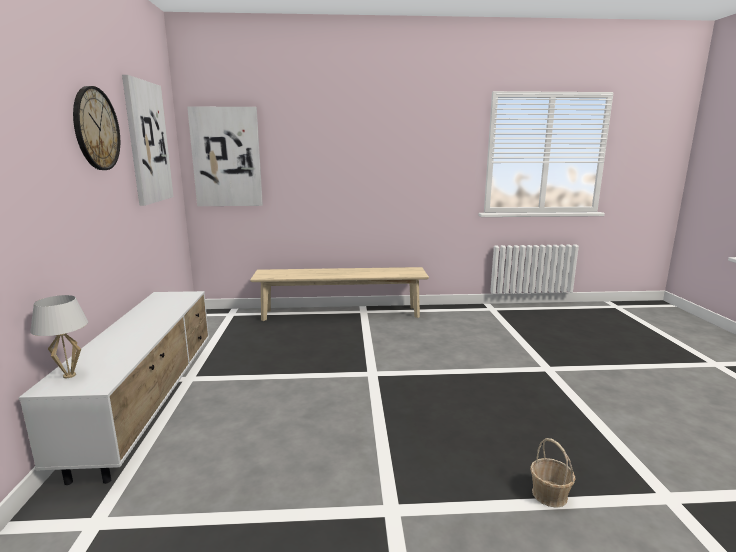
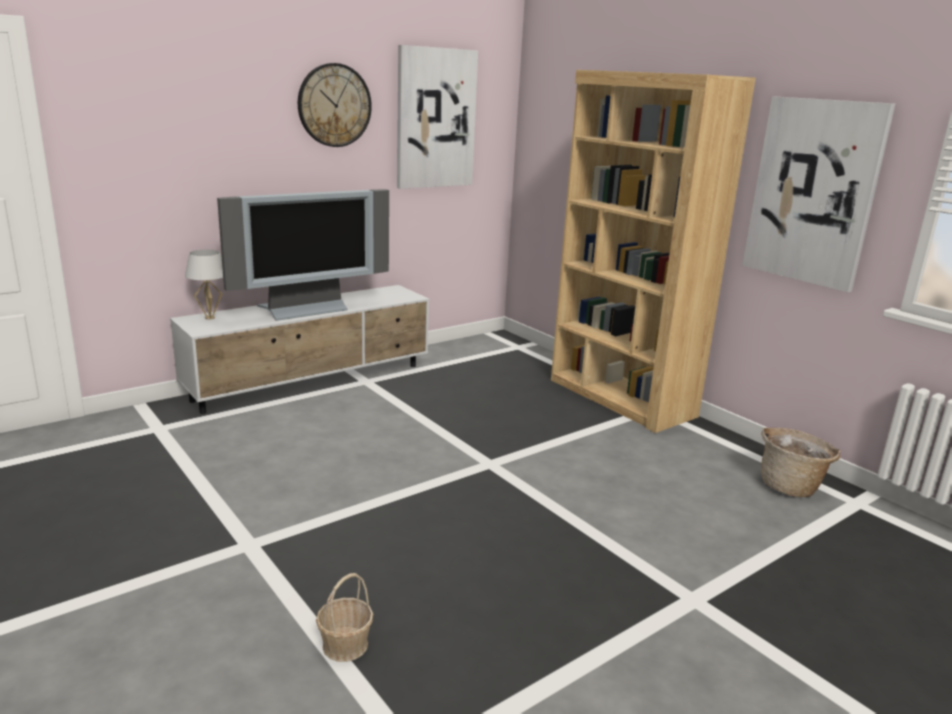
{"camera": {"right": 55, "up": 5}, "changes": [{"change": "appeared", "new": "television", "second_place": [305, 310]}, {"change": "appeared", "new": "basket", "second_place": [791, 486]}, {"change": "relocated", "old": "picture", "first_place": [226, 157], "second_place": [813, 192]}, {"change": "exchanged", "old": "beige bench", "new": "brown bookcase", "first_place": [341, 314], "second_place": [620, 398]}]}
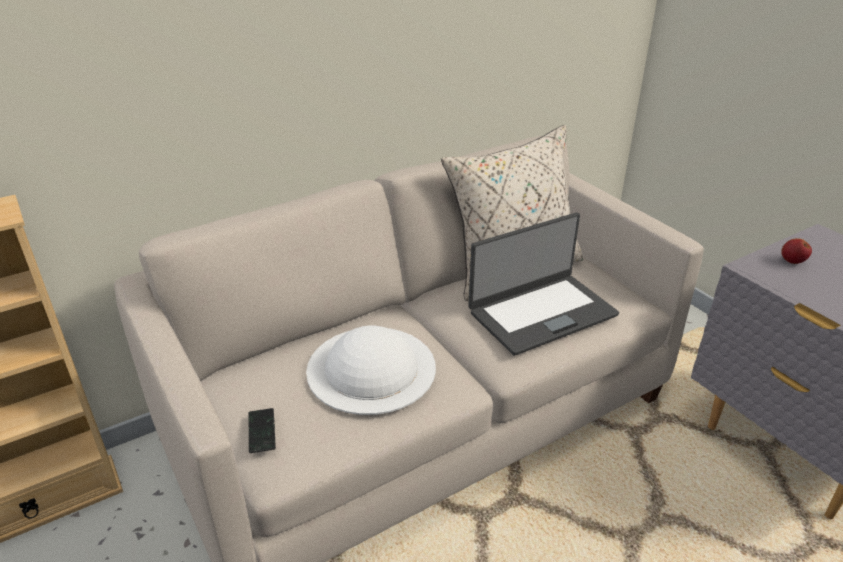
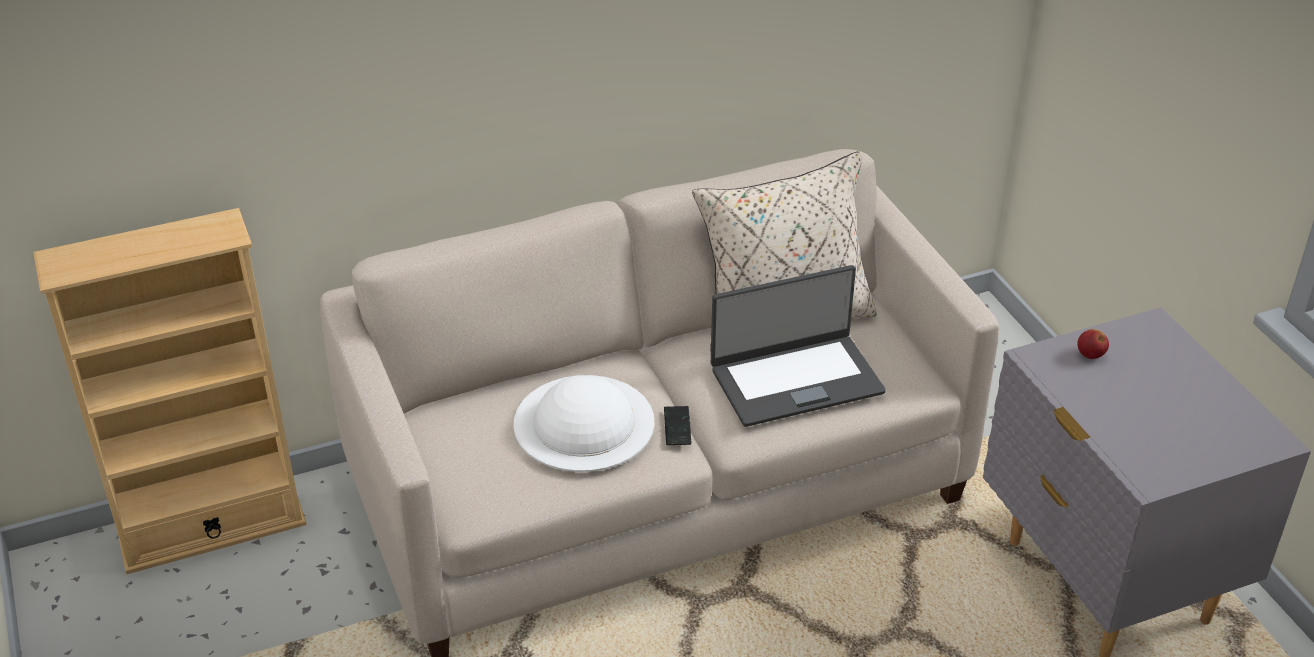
{"camera": {"right": 10, "up": 5}, "changes": [{"change": "relocated", "old": "phone", "first_place": [262, 431], "second_place": [677, 427]}]}
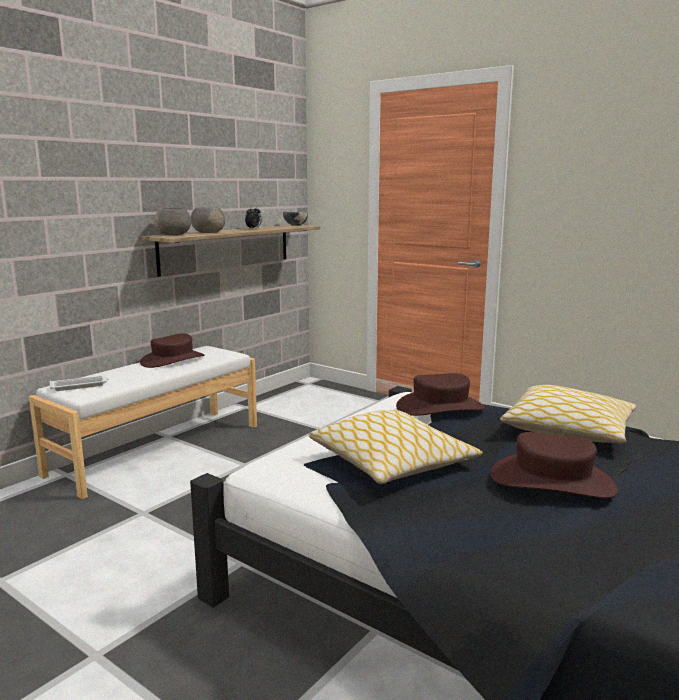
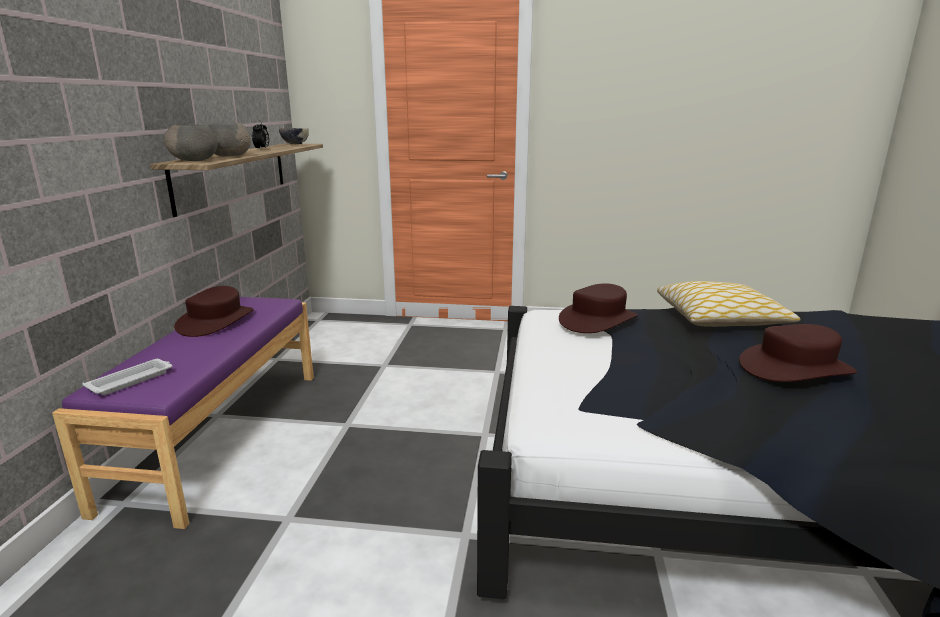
{"camera": {"right": -30, "up": 5}, "changes": [{"change": "missing", "old": "pillow", "first_place": [392, 463]}, {"change": "colour", "old": "white bench", "new": "purple bench", "first_place": [157, 449], "second_place": [220, 434]}]}
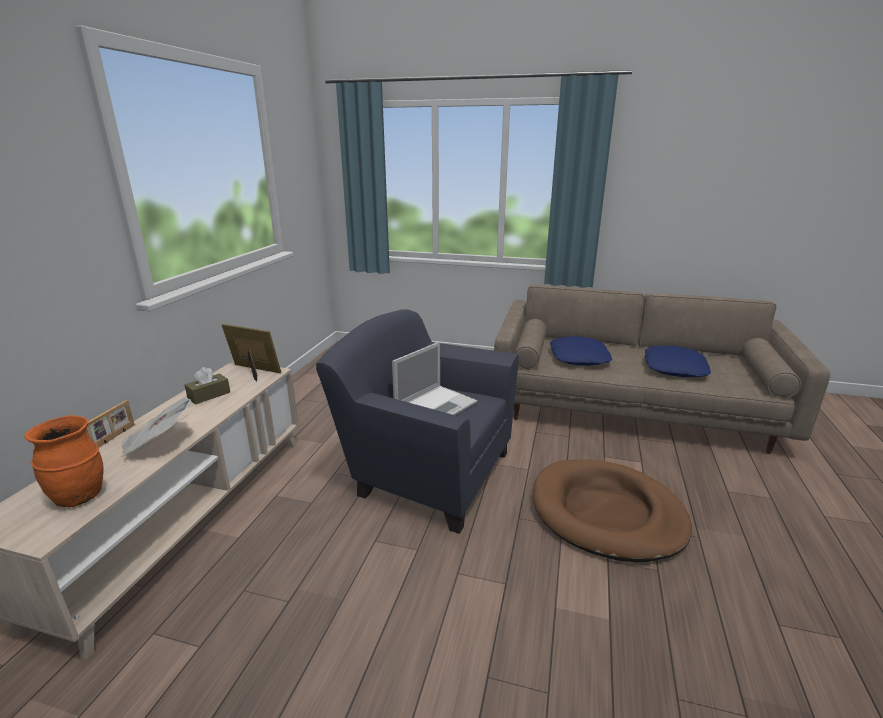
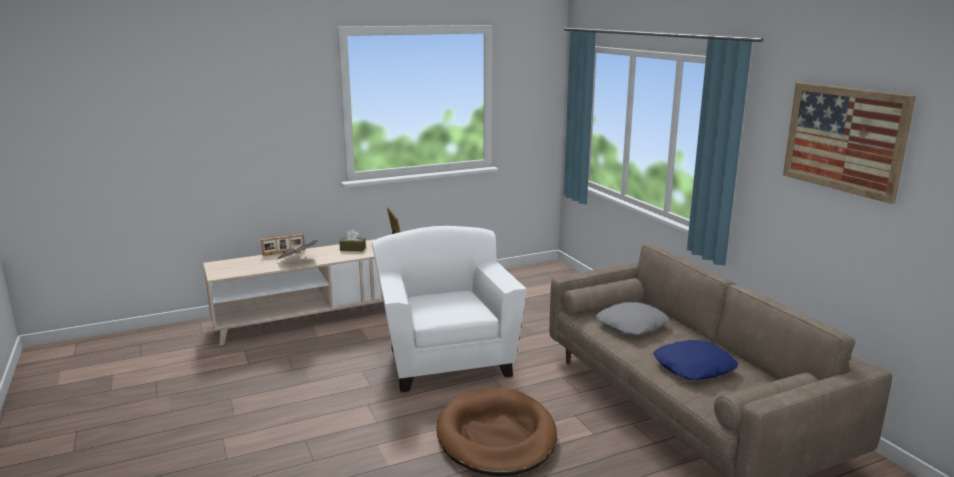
{"camera": {"right": 50, "up": -5}, "changes": [{"change": "missing", "old": "orange vase", "first_place": [80, 496]}, {"change": "missing", "old": "laptop", "first_place": [436, 405]}, {"change": "appeared", "new": "picture", "second_place": [844, 139]}, {"change": "colour", "old": "blue armchair", "new": "white armchair", "first_place": [427, 472], "second_place": [445, 359]}, {"change": "colour", "old": "blue pillow", "new": "grey pillow", "first_place": [579, 358], "second_place": [632, 325]}]}
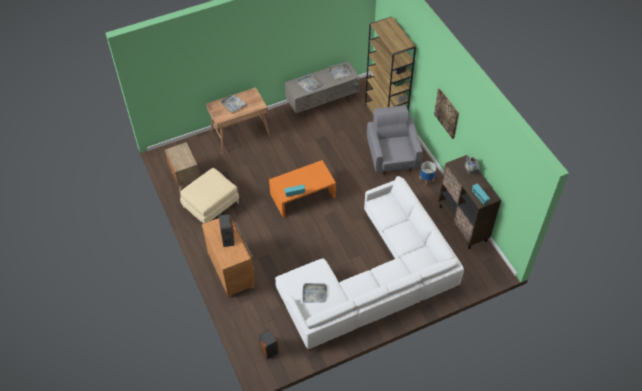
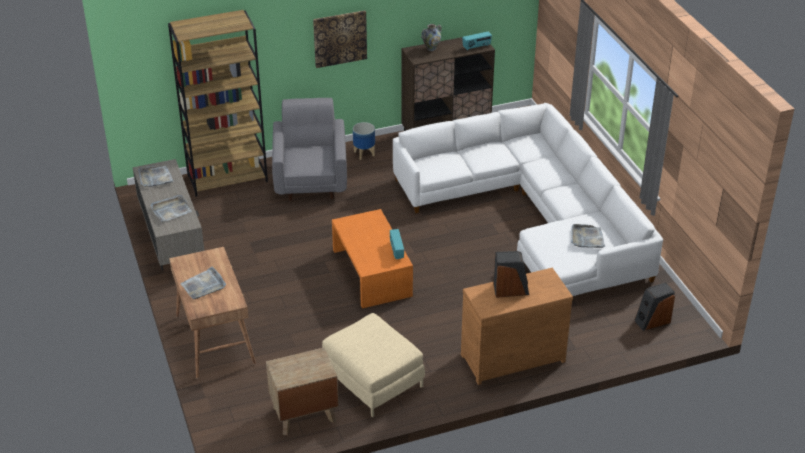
{"camera": {"right": -85, "up": -15}, "changes": [{"change": "spun", "old": "grey armchair", "first_place": [392, 156], "second_place": [311, 179], "degrees": 90}]}
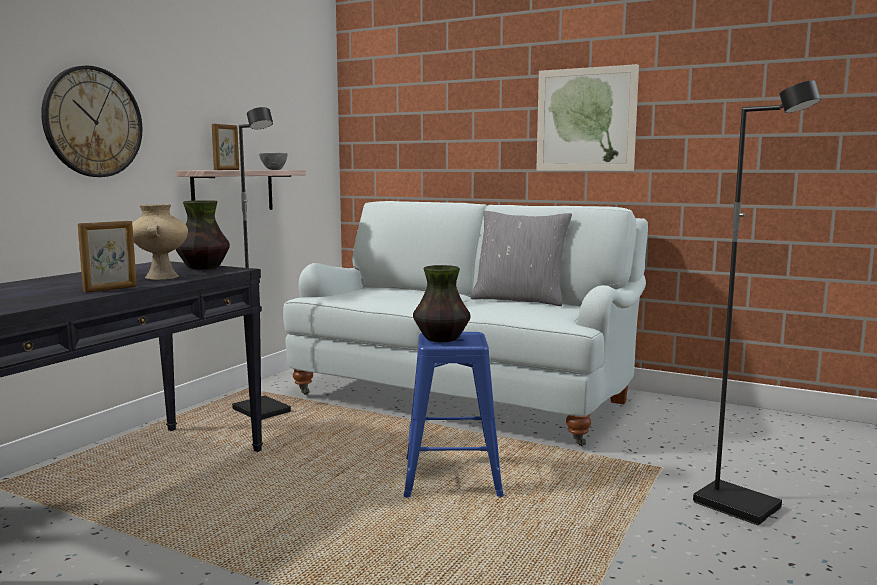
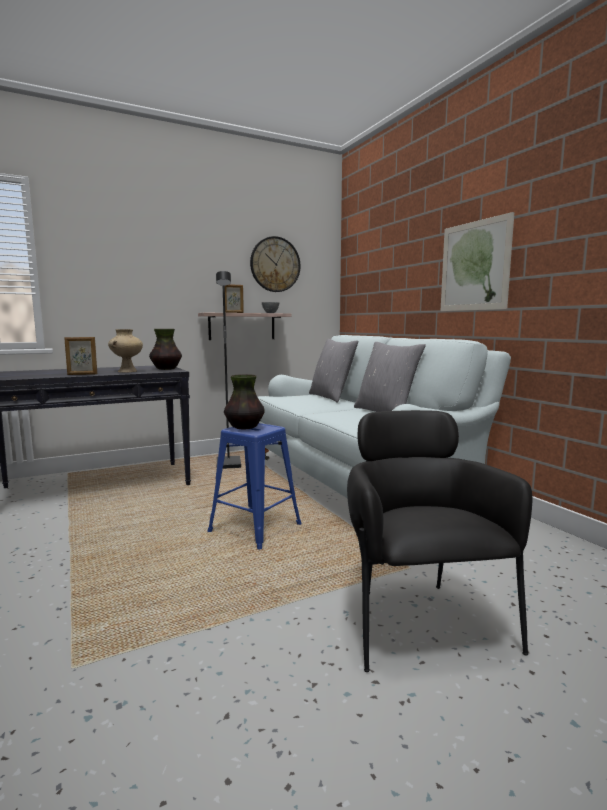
{"camera": {"right": 35, "up": 0}, "changes": [{"change": "appeared", "new": "grey pillow", "second_place": [331, 397]}, {"change": "relocated", "old": "wall clock", "first_place": [93, 122], "second_place": [275, 264]}, {"change": "exchanged", "old": "black floor lamp", "new": "black armchair", "first_place": [738, 505], "second_place": [420, 618]}]}
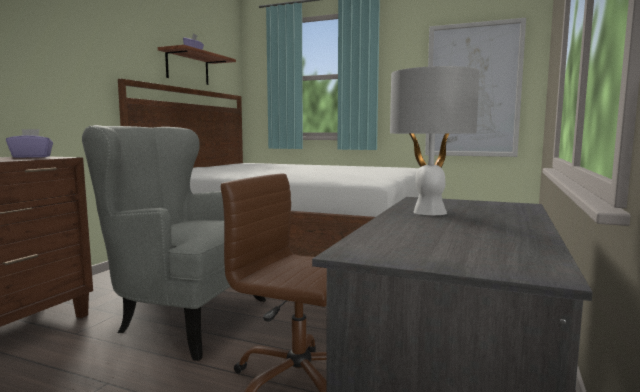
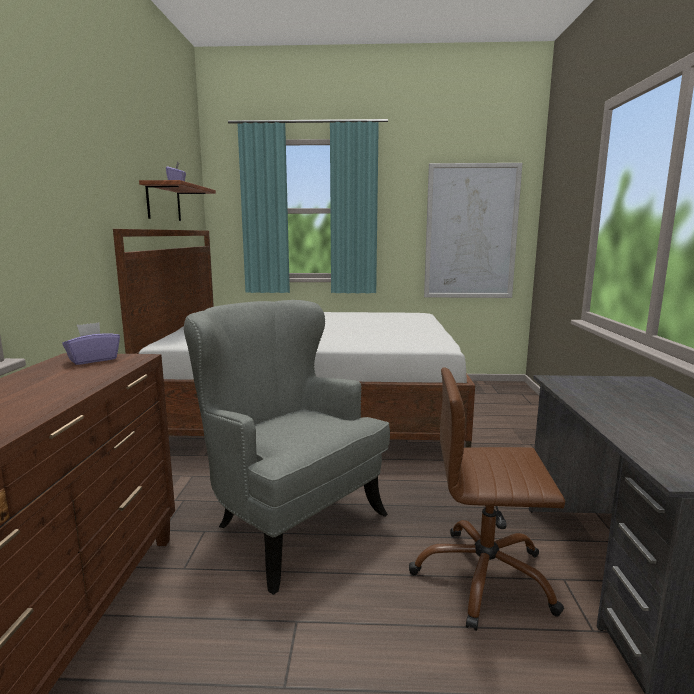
{"camera": {"right": -20, "up": 5}, "changes": [{"change": "missing", "old": "grey table lamp", "first_place": [429, 212]}, {"change": "spun", "old": "grey armchair", "first_place": [184, 318], "second_place": [288, 522], "degrees": 45}]}
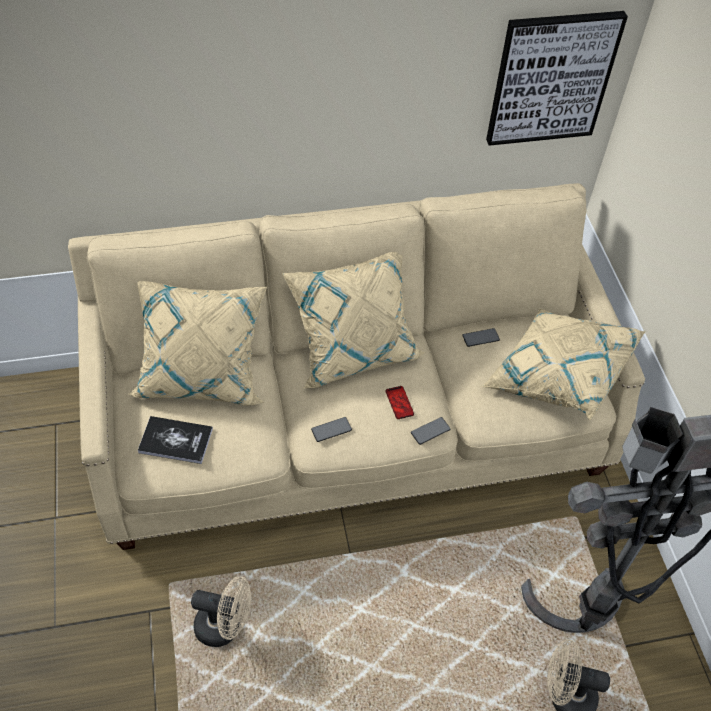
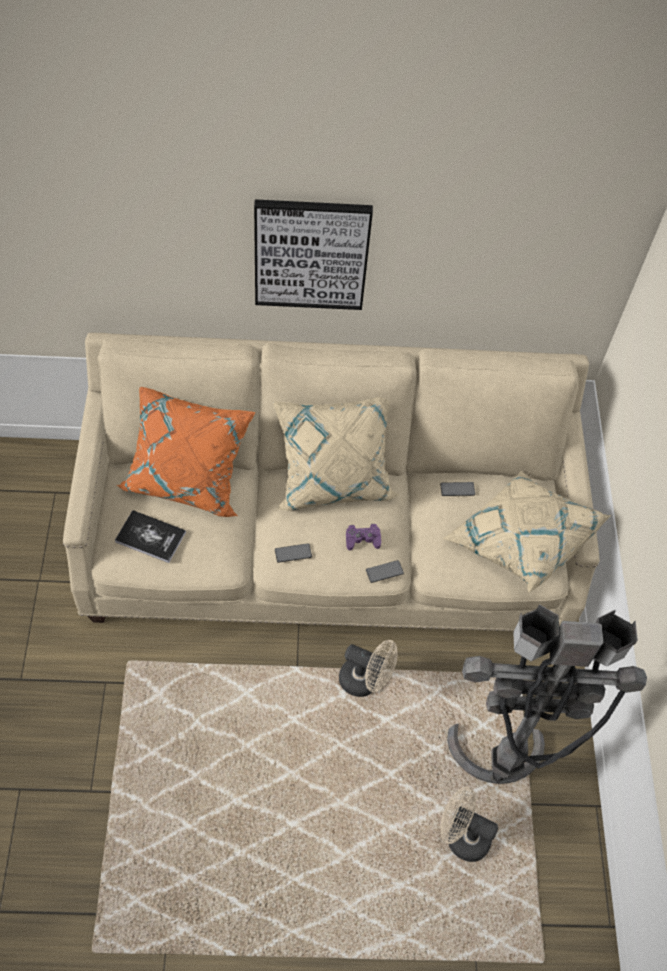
{"camera": {"right": 10, "up": 5}, "changes": [{"change": "relocated", "old": "beige fan", "first_place": [225, 627], "second_place": [365, 681]}, {"change": "relocated", "old": "picture", "first_place": [551, 78], "second_place": [311, 254]}, {"change": "exchanged", "old": "phone", "new": "purple game controller", "first_place": [399, 403], "second_place": [362, 539]}, {"change": "colour", "old": "beige pillow", "new": "orange pillow", "first_place": [202, 375], "second_place": [188, 479]}]}
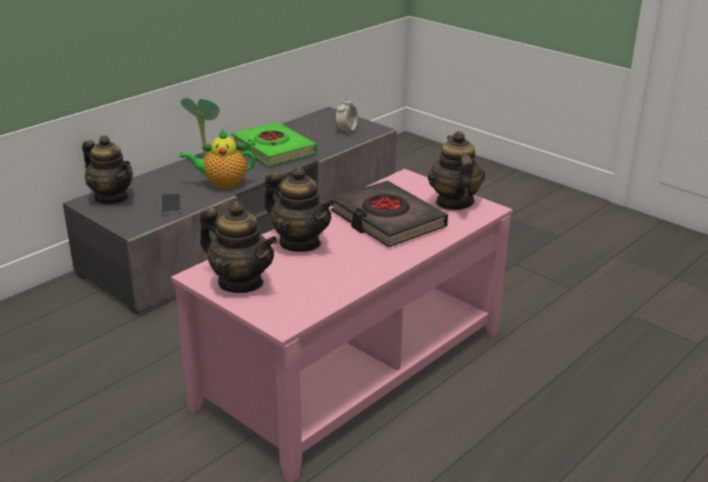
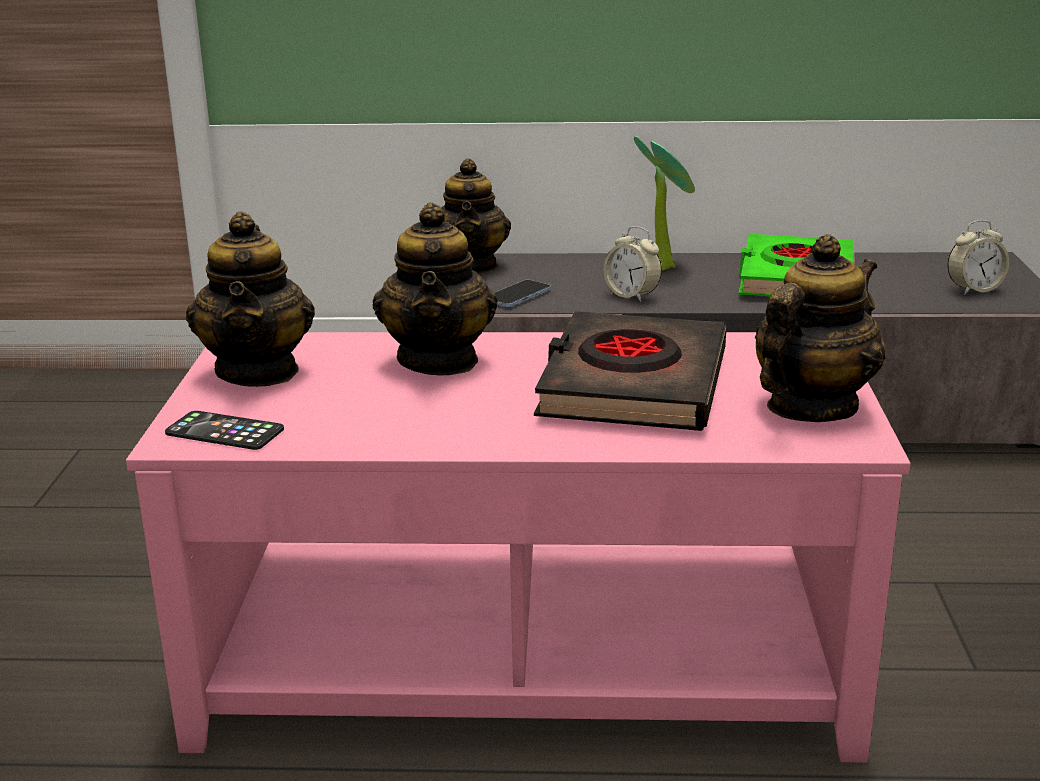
{"camera": {"right": 50, "up": -5}, "changes": [{"change": "appeared", "new": "phone", "second_place": [224, 432]}, {"change": "exchanged", "old": "teapot", "new": "alarm clock", "first_place": [222, 184], "second_place": [632, 296]}]}
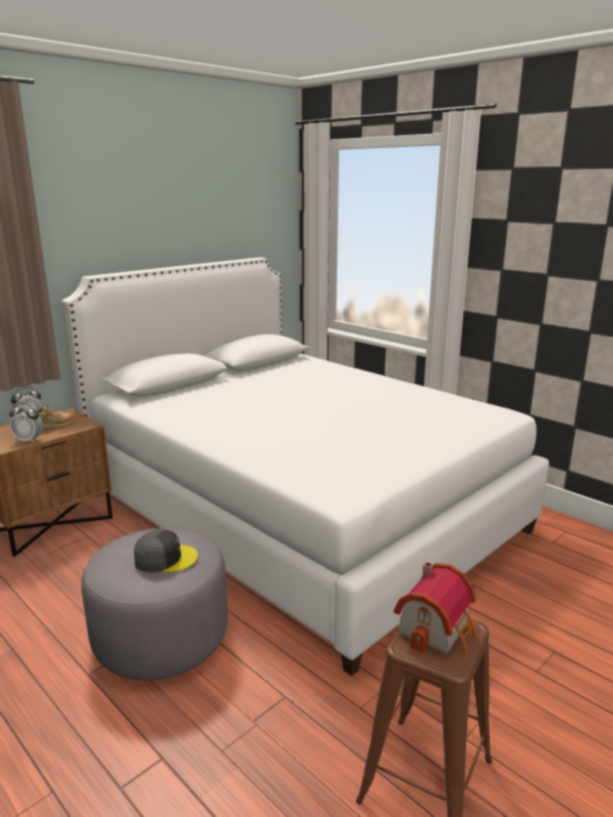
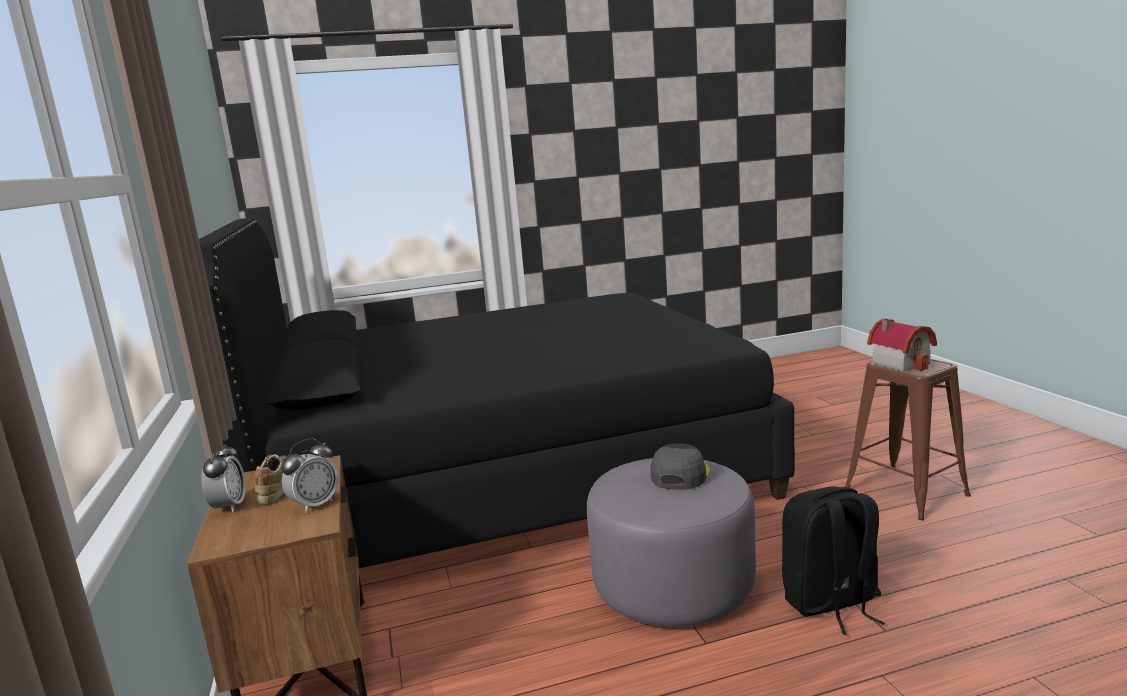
{"camera": {"right": -60, "up": -5}, "changes": [{"change": "appeared", "new": "black backpack", "second_place": [831, 603]}, {"change": "colour", "old": "white bed", "new": "black bed", "first_place": [300, 512], "second_place": [507, 476]}]}
